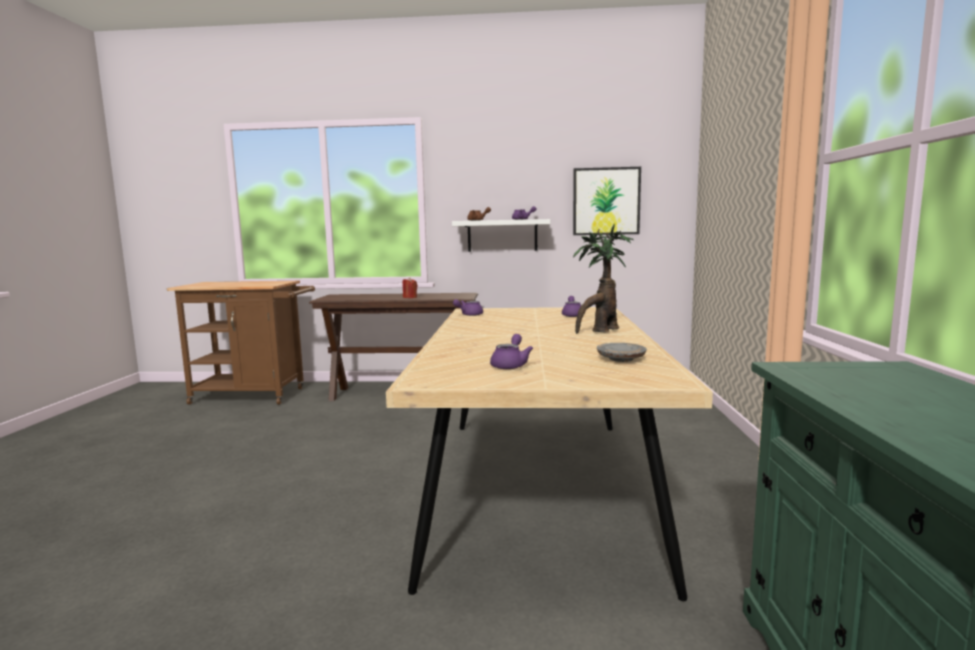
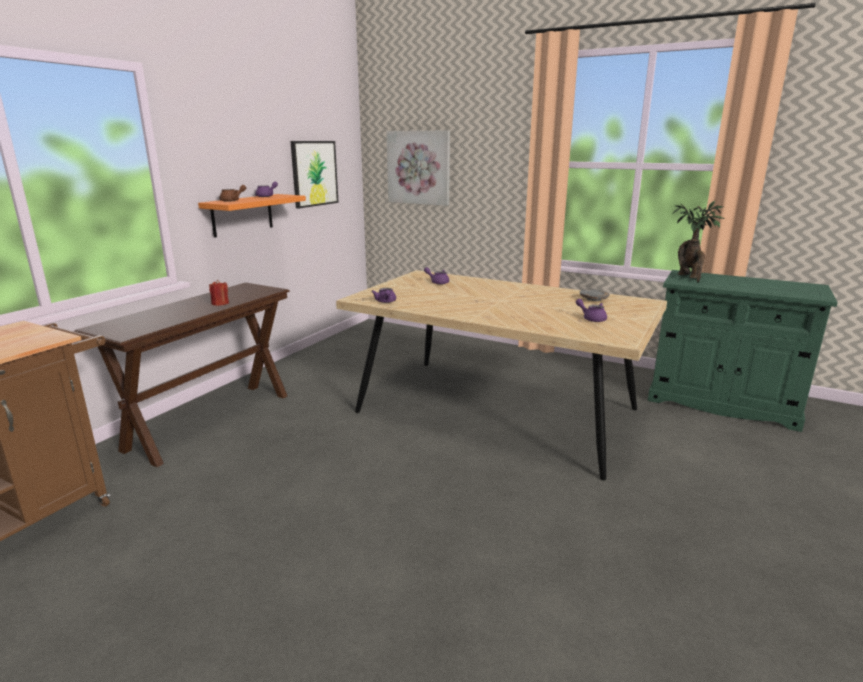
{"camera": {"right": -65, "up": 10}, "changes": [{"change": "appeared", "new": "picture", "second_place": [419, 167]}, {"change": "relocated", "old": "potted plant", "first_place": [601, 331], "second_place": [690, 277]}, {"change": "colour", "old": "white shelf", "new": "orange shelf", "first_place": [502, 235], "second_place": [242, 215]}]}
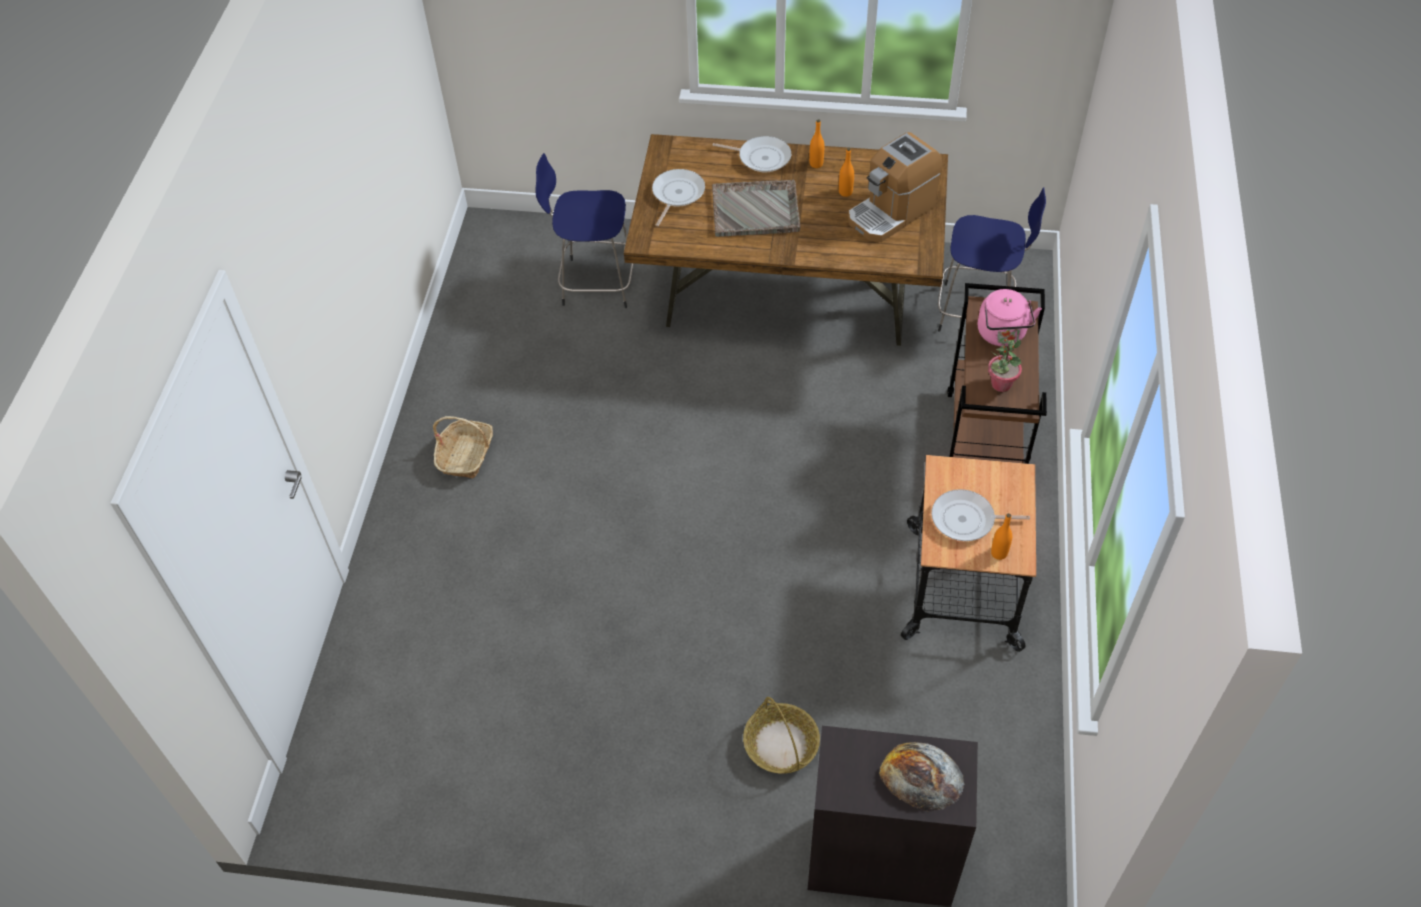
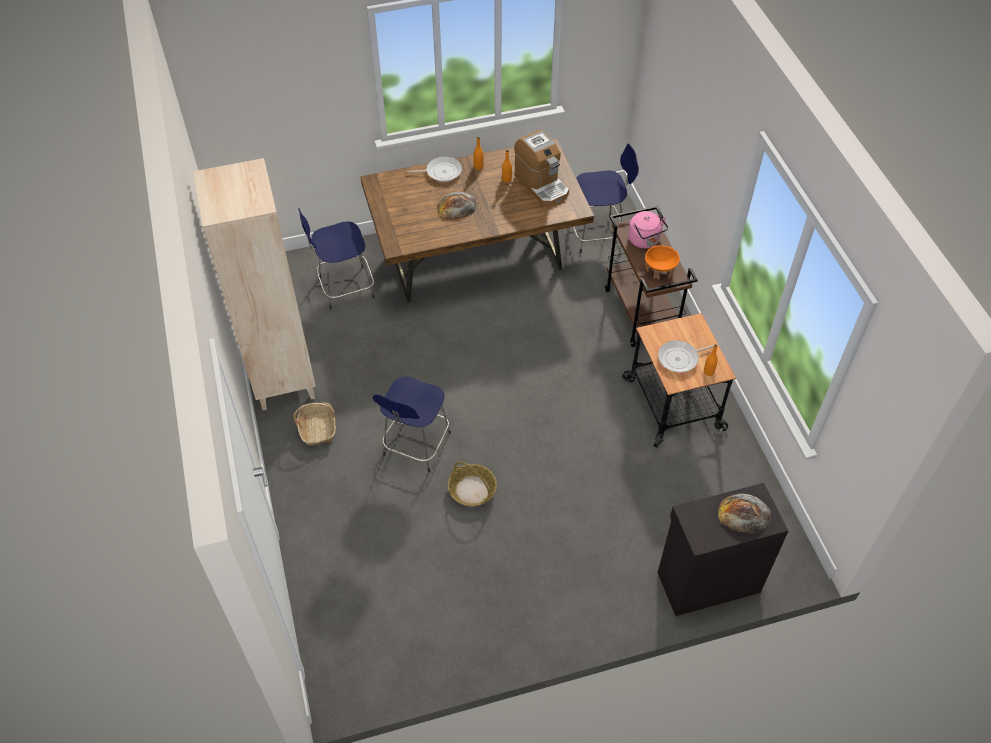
{"camera": {"right": -25, "up": 0}, "changes": [{"change": "missing", "old": "frying pan", "first_place": [676, 194]}, {"change": "appeared", "new": "beige bookcase", "second_place": [283, 379]}, {"change": "appeared", "new": "blue stool", "second_place": [415, 446]}, {"change": "relocated", "old": "basket", "first_place": [780, 744], "second_place": [472, 489]}, {"change": "exchanged", "old": "grey tray", "new": "bread", "first_place": [756, 210], "second_place": [457, 206]}, {"change": "exchanged", "old": "potted plant", "new": "orange bowl", "first_place": [1001, 384], "second_place": [659, 271]}, {"change": "spun", "old": "coffee machine", "first_place": [891, 212], "second_place": [541, 184], "degrees": -60}]}
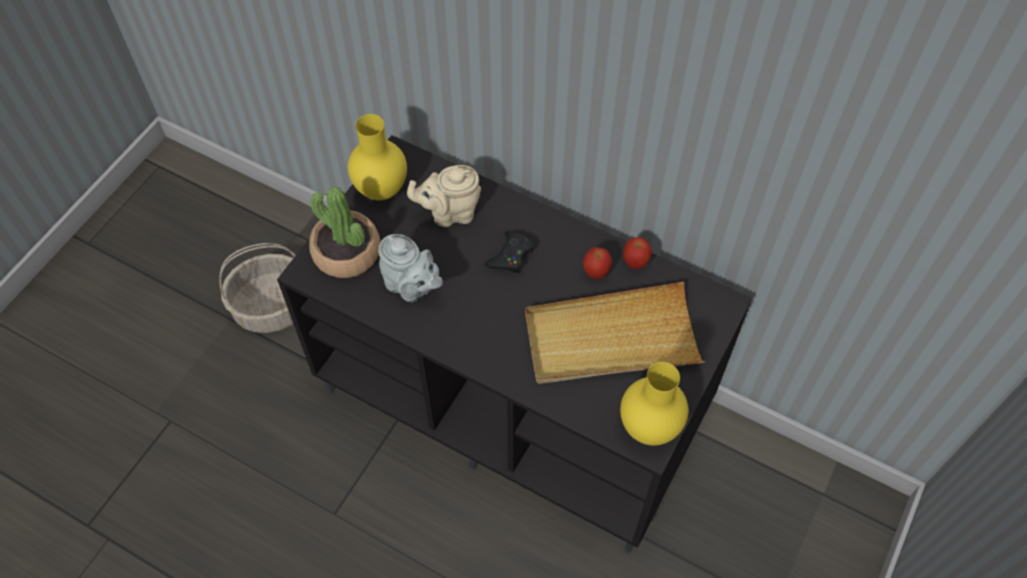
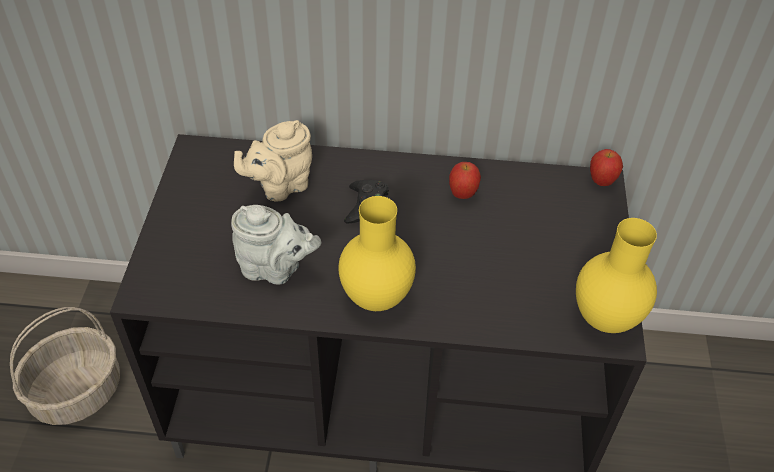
{"camera": {"right": -25, "up": -10}, "changes": [{"change": "missing", "old": "potted plant", "first_place": [346, 252]}, {"change": "missing", "old": "beige tray", "first_place": [610, 338]}, {"change": "relocated", "old": "yellow vase", "first_place": [380, 189], "second_place": [375, 297]}, {"change": "relocated", "old": "apple", "first_place": [635, 263], "second_place": [601, 181]}]}
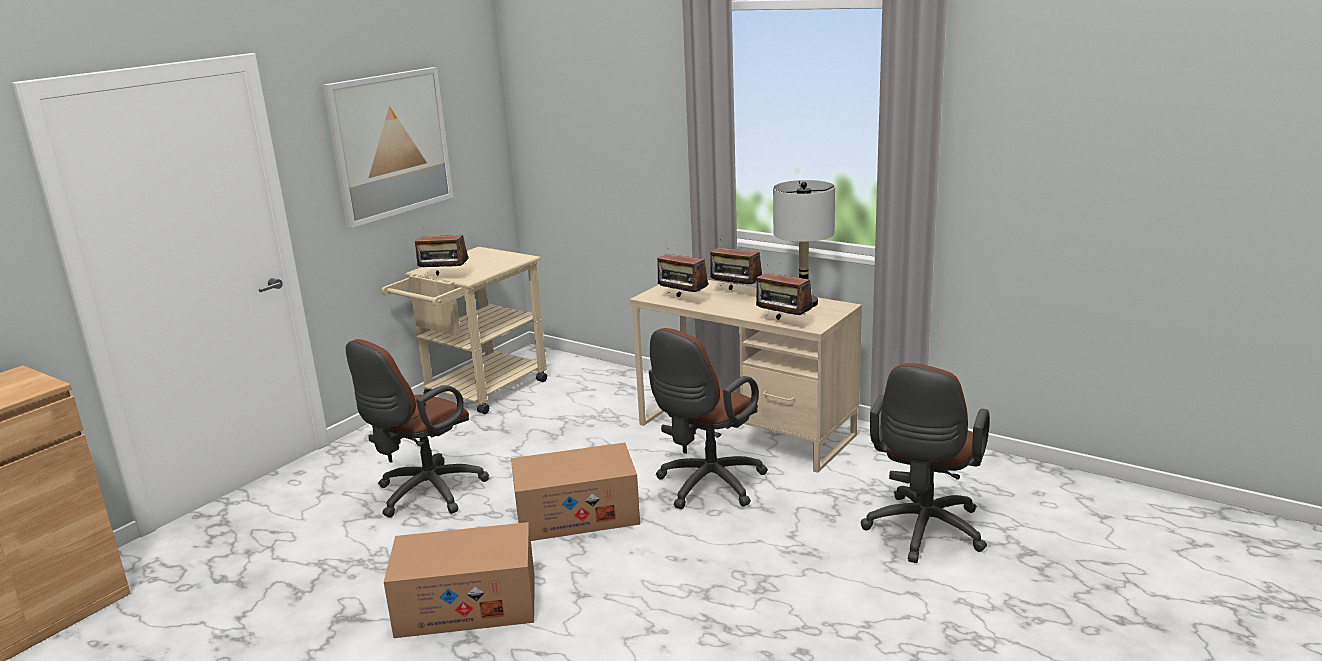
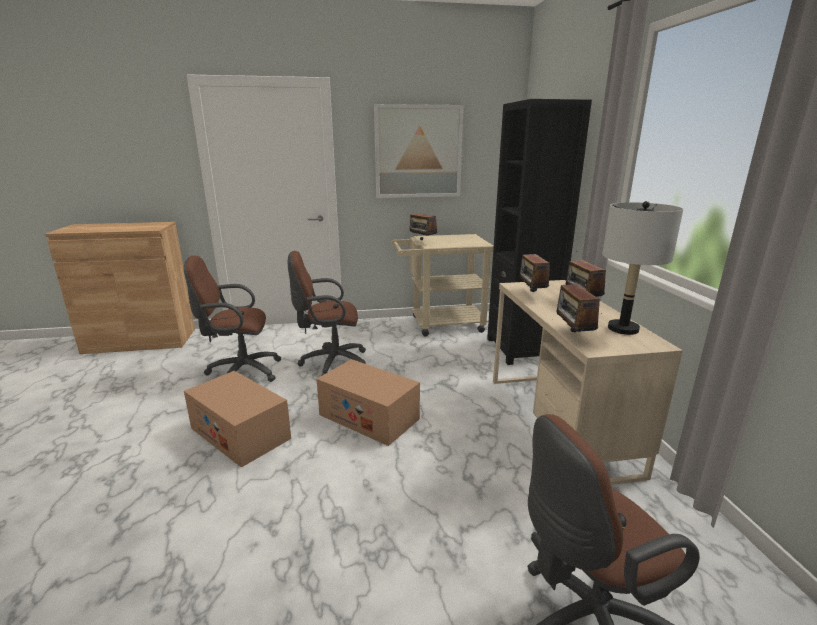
{"camera": {"right": 45, "up": 0}, "changes": [{"change": "appeared", "new": "black bookcase", "second_place": [520, 349]}, {"change": "relocated", "old": "brown office chair", "first_place": [707, 486], "second_place": [240, 372]}]}
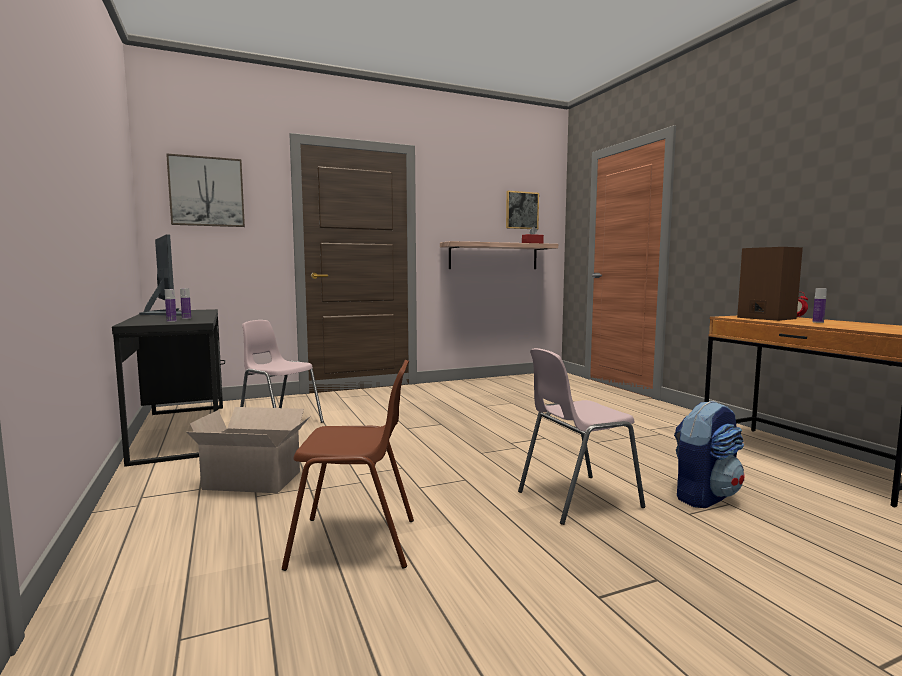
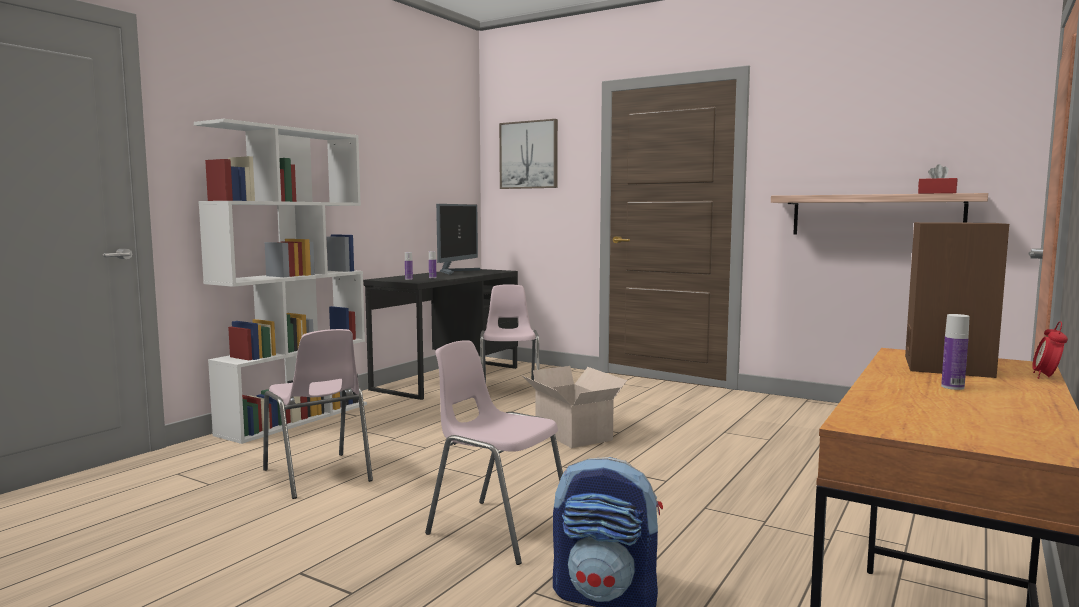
{"camera": {"right": 55, "up": 0}, "changes": [{"change": "missing", "old": "picture", "first_place": [522, 210]}, {"change": "appeared", "new": "white bookcase", "second_place": [295, 418]}, {"change": "relocated", "old": "cardboard box", "first_place": [254, 481], "second_place": [573, 435]}, {"change": "colour", "old": "brown chair", "new": "pink chair", "first_place": [355, 543], "second_place": [317, 476]}]}
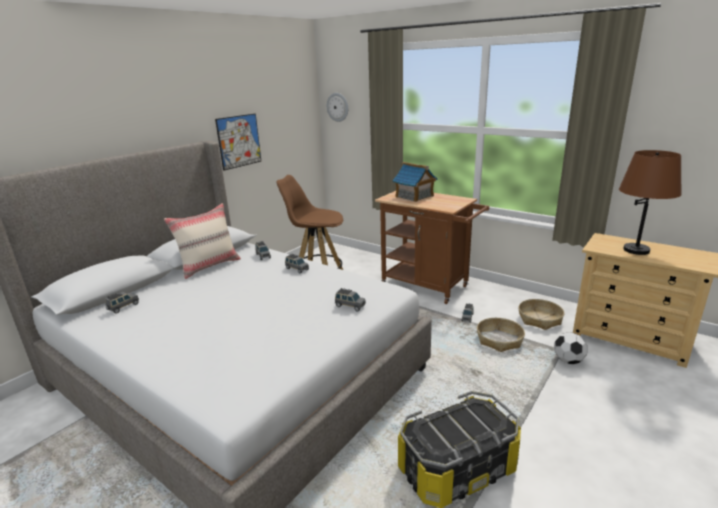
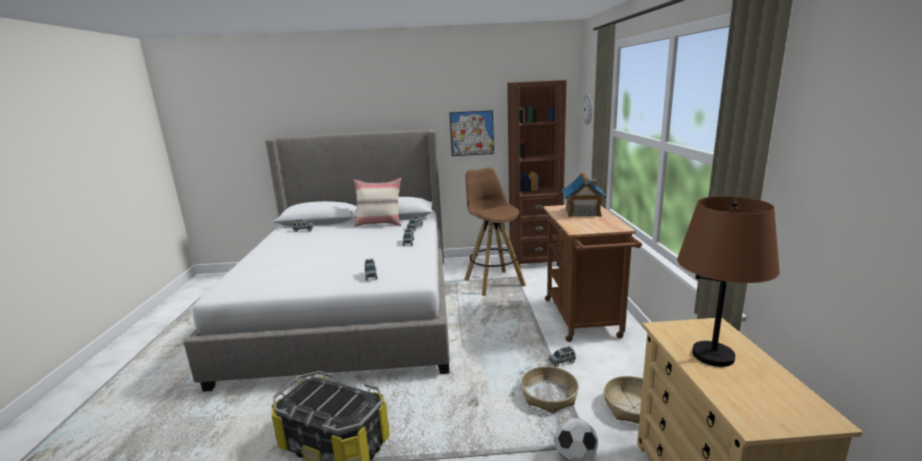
{"camera": {"right": 50, "up": -5}, "changes": [{"change": "appeared", "new": "brown bookcase", "second_place": [534, 260]}]}
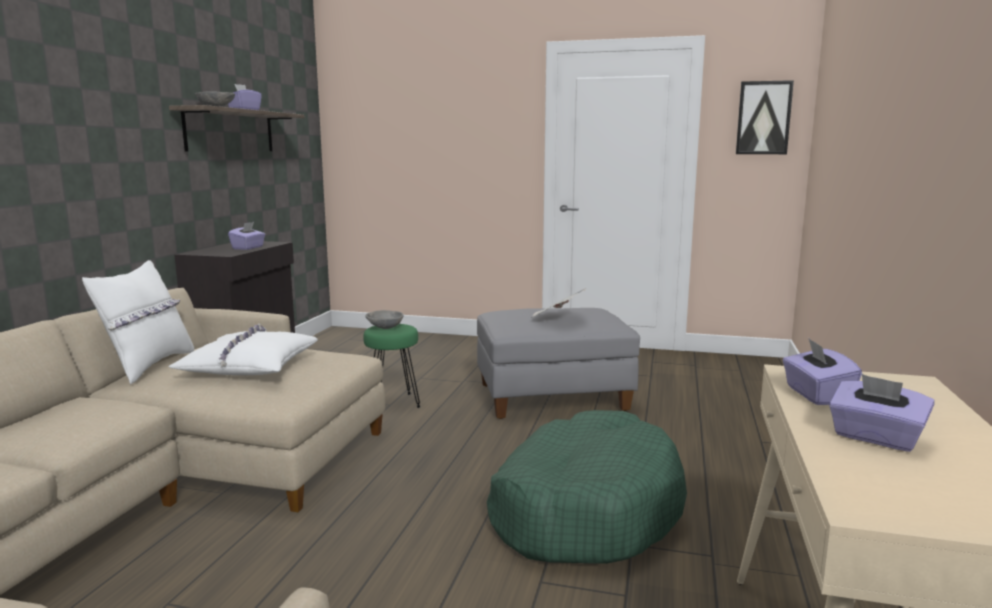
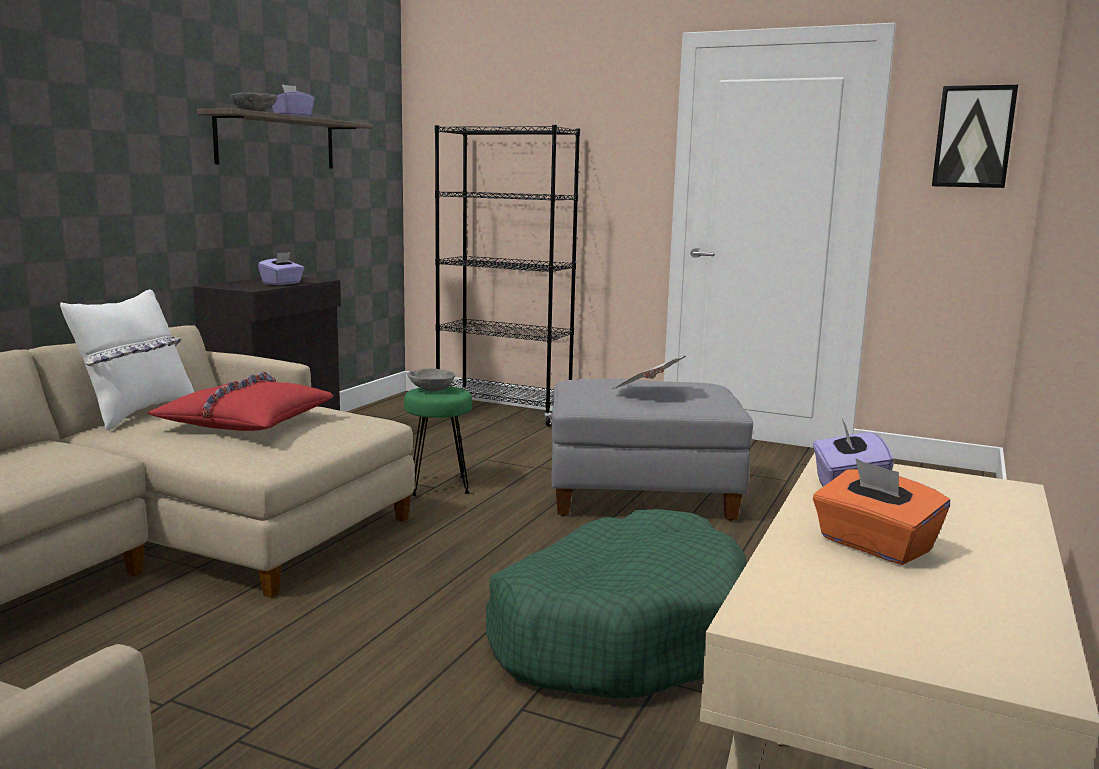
{"camera": {"right": 10, "up": 0}, "changes": [{"change": "appeared", "new": "black bookcase", "second_place": [504, 413]}, {"change": "colour", "old": "white pillow", "new": "red pillow", "first_place": [249, 366], "second_place": [245, 421]}, {"change": "colour", "old": "purple tissue box", "new": "orange tissue box", "first_place": [875, 438], "second_place": [873, 546]}]}
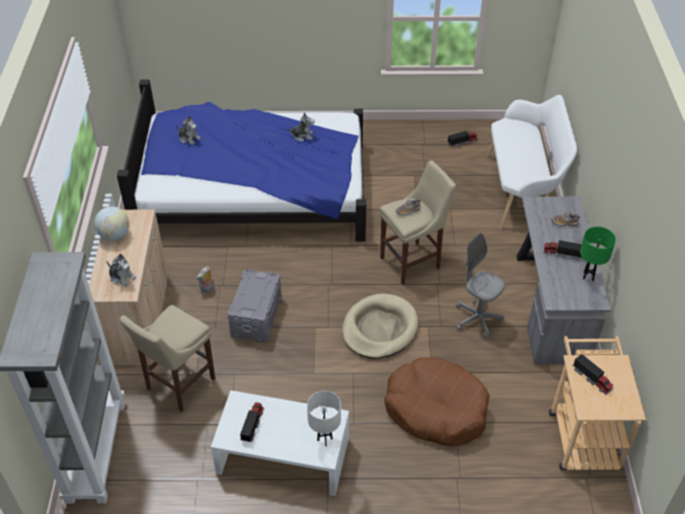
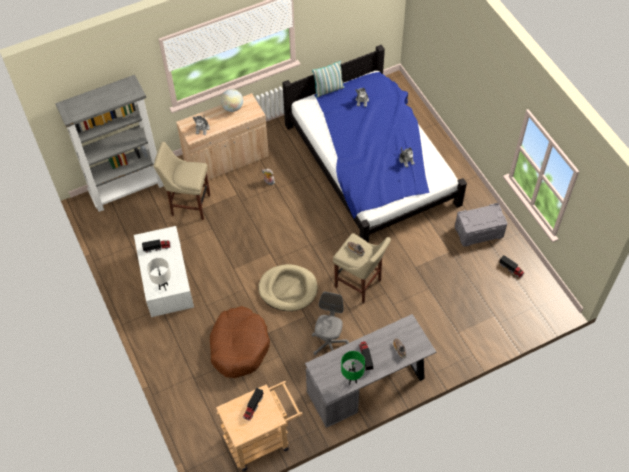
{"camera": {"right": 65, "up": 10}, "changes": [{"change": "missing", "old": "white bench", "first_place": [522, 190]}, {"change": "appeared", "new": "pillow", "second_place": [328, 90]}, {"change": "relocated", "old": "grey storage box", "first_place": [257, 316], "second_place": [479, 232]}]}
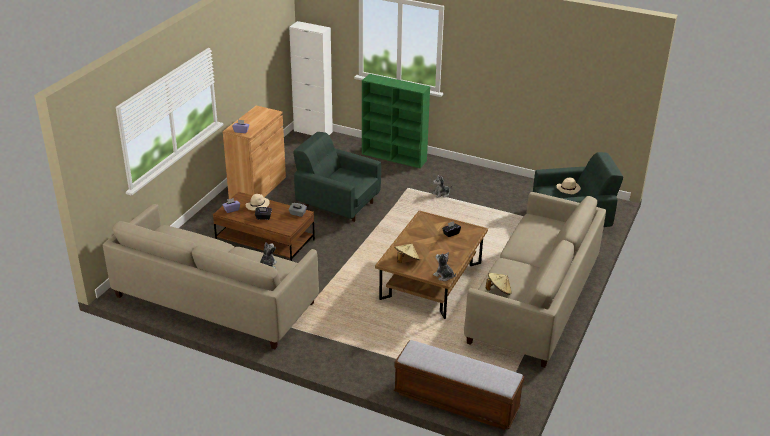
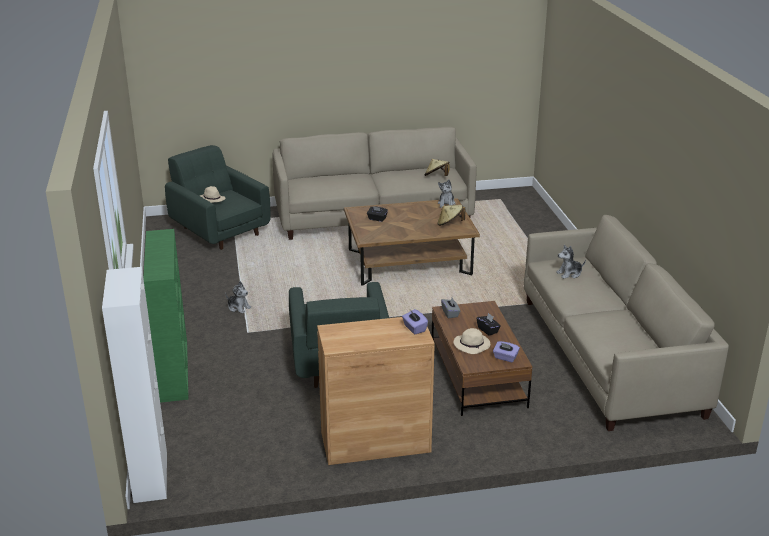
{"camera": {"right": -125, "up": -5}, "changes": [{"change": "missing", "old": "bench", "first_place": [456, 401]}]}
